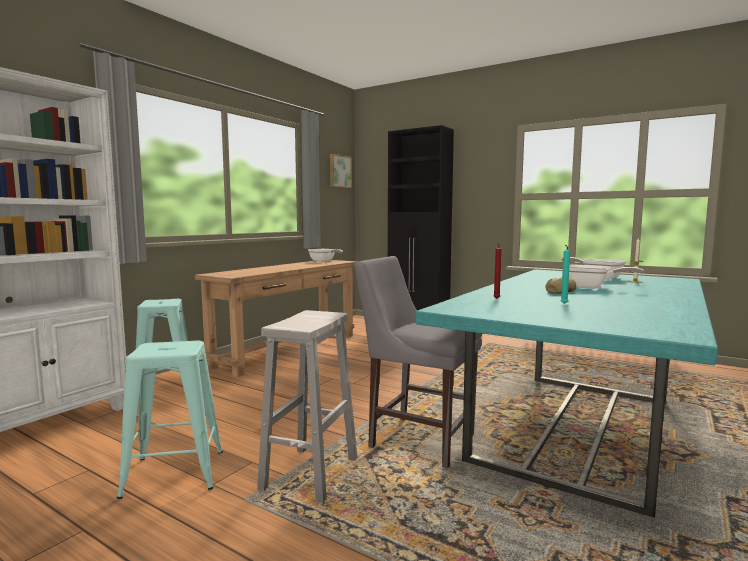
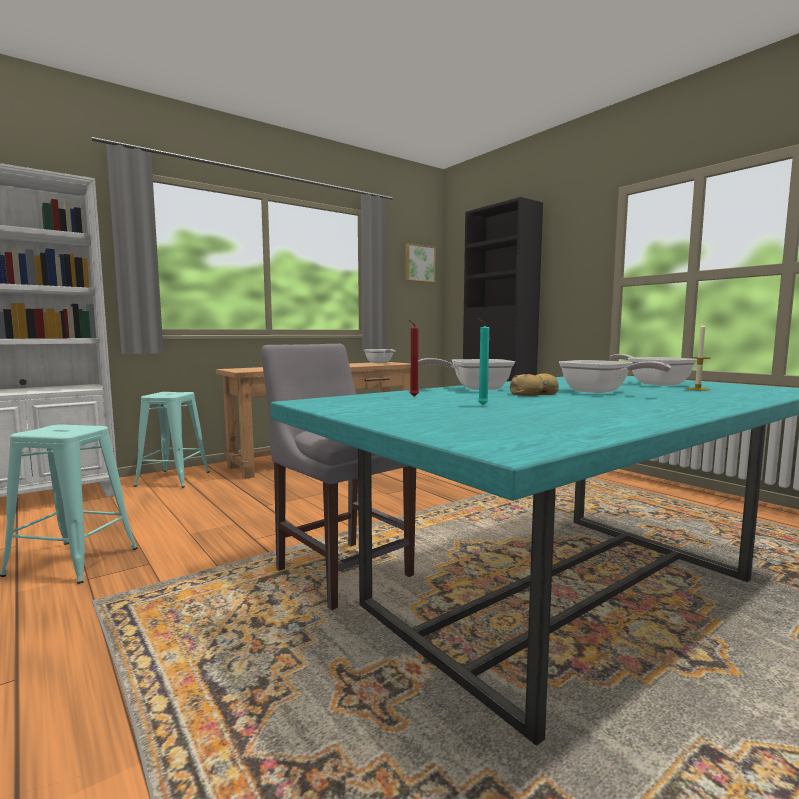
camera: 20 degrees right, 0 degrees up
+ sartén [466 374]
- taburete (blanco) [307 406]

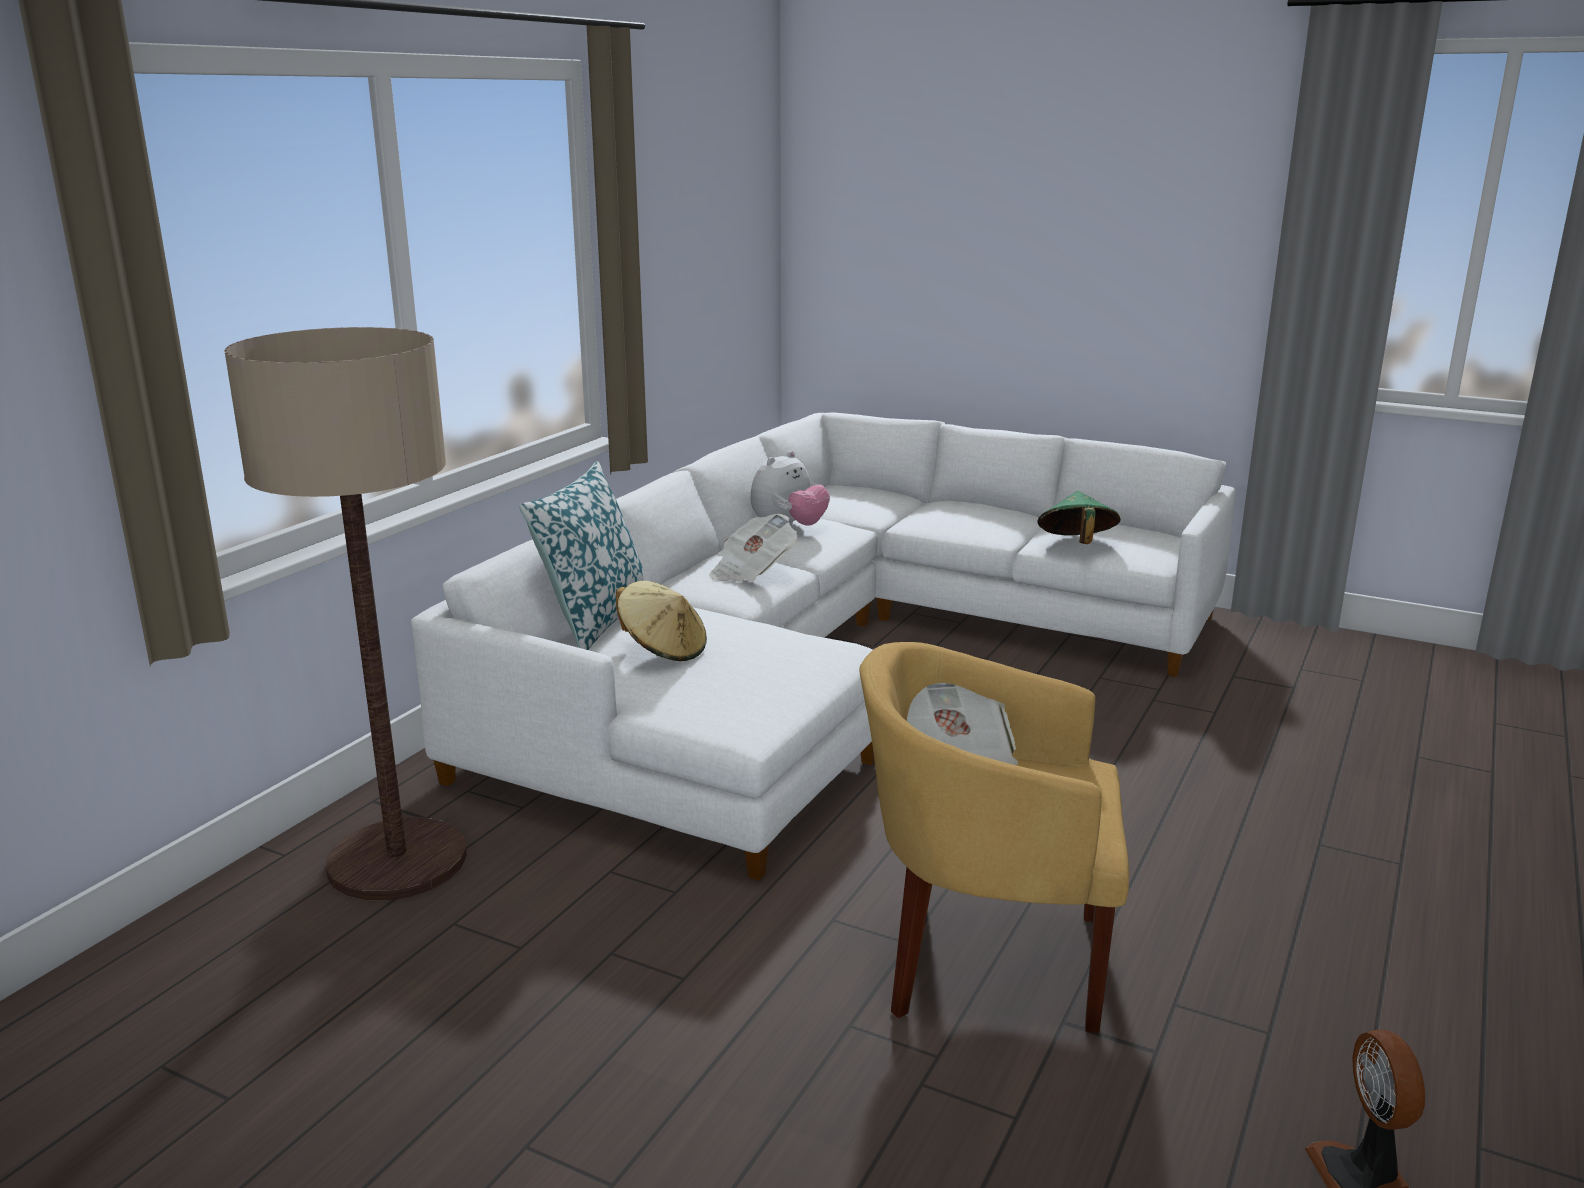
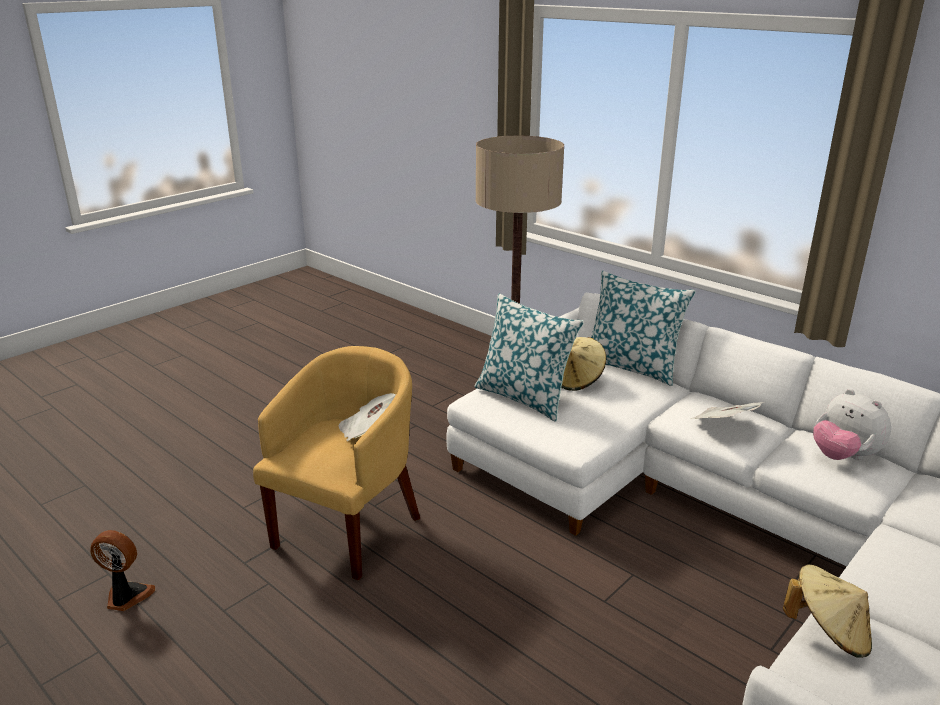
camera: 105 degrees right, 5 degrees up
+ cojín [529 358]
~ sombrero (verde) [1079 517] to sombrero (beis) [827 611]

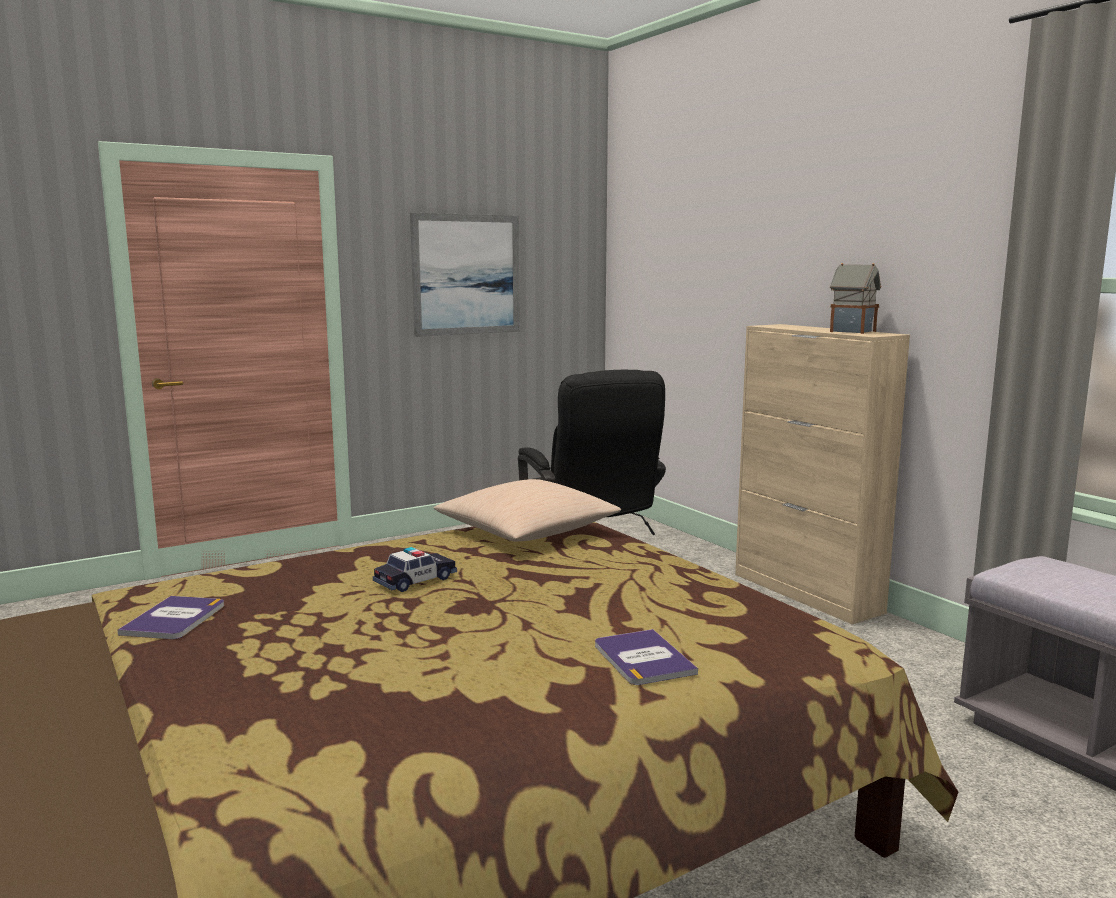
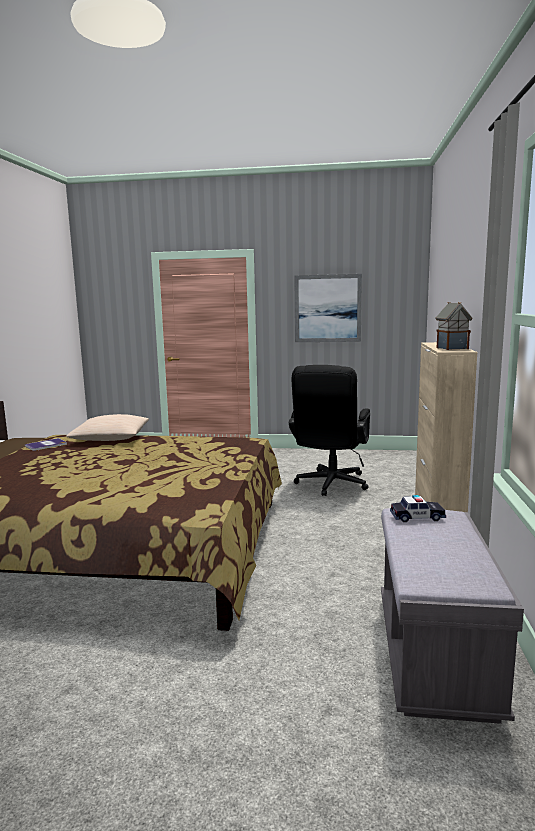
camera: 40 degrees right, 0 degrees up
~ cojín (beis) [527 510] to [107 427]
~ coche de juguete [415 569] to [418 508]
- libro [646 657]

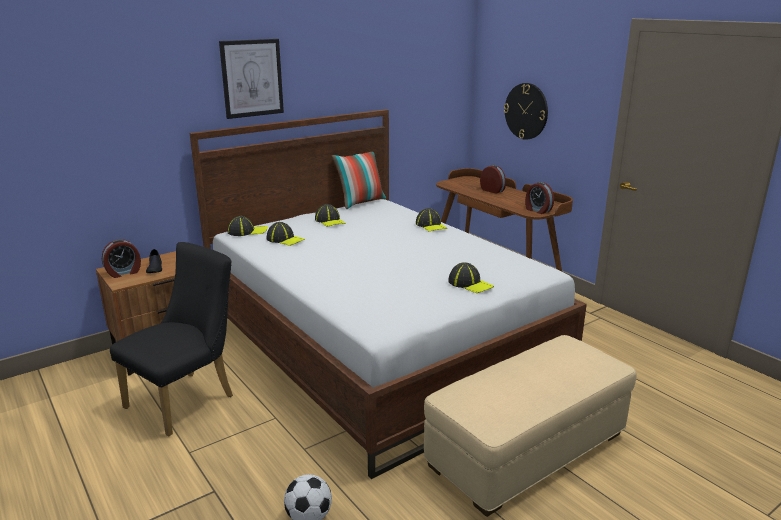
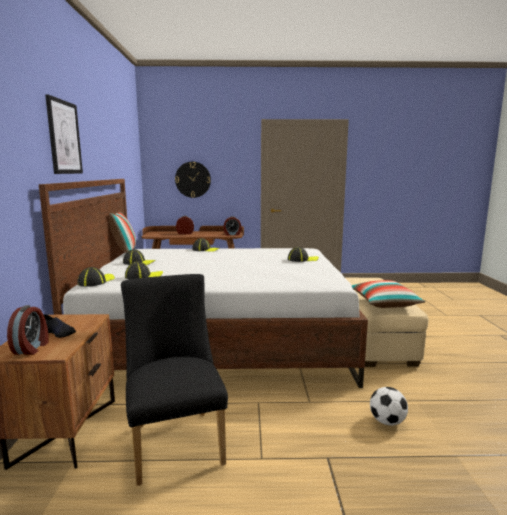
camera: 55 degrees left, 10 degrees down
+ cojín [388 294]

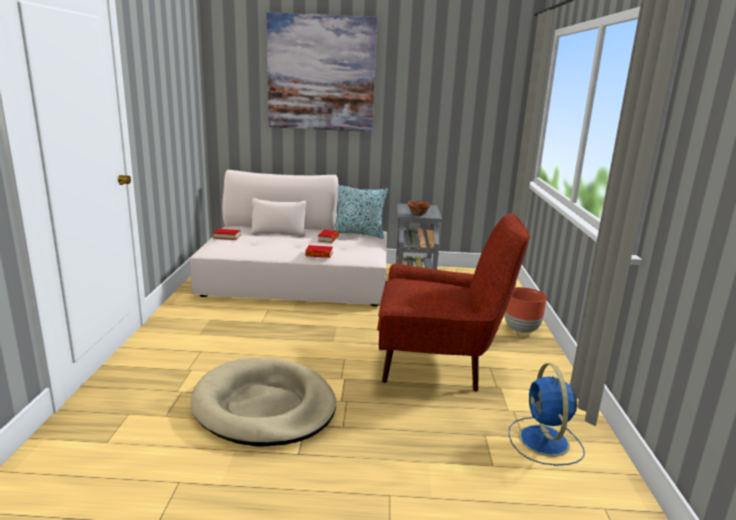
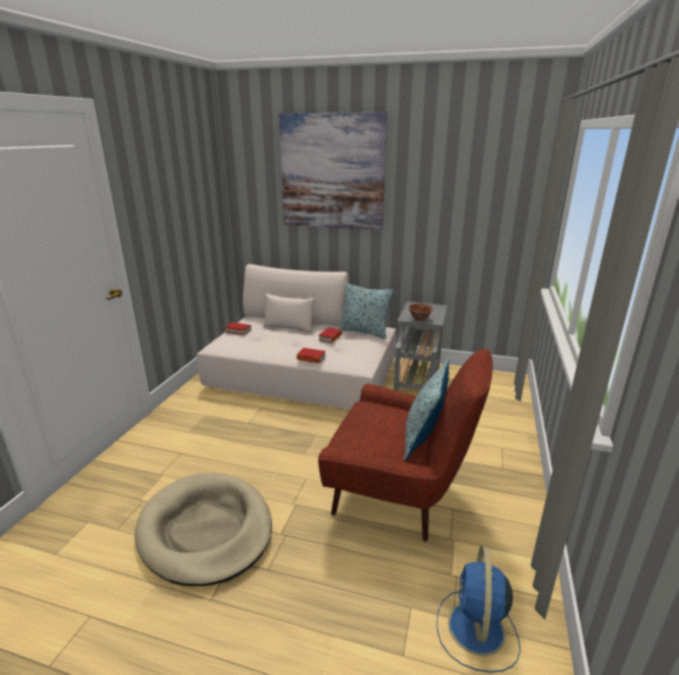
camera: 15 degrees right, 5 degrees up
+ cojín [426 410]
- maceta (marrón) [525 310]

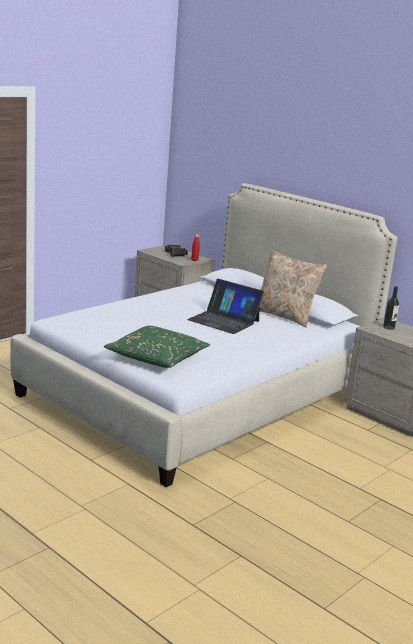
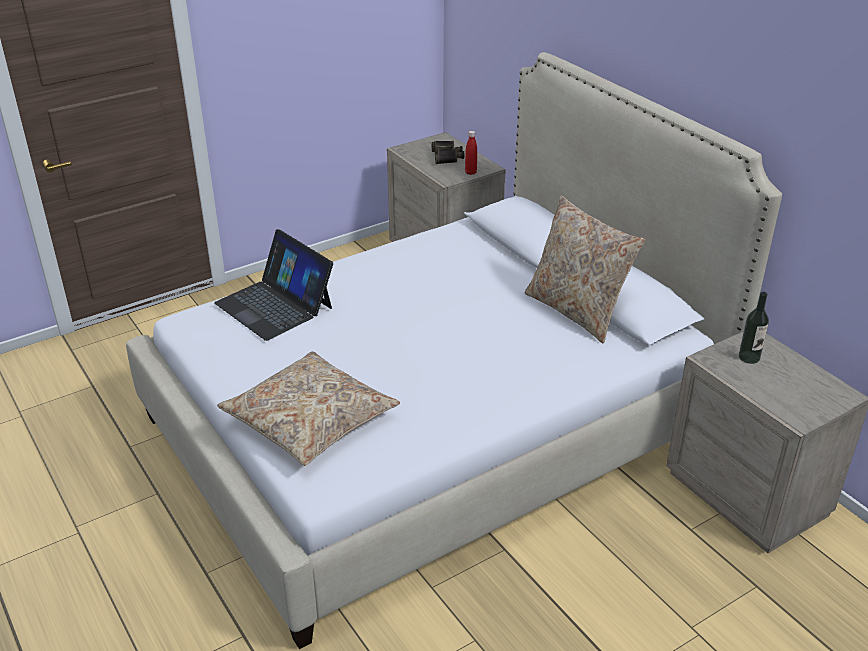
camera: 15 degrees right, 15 degrees up
~ portátil [225 306] to [273 285]
~ cojín (verde) [157 347] to cojín (beis) [308 408]

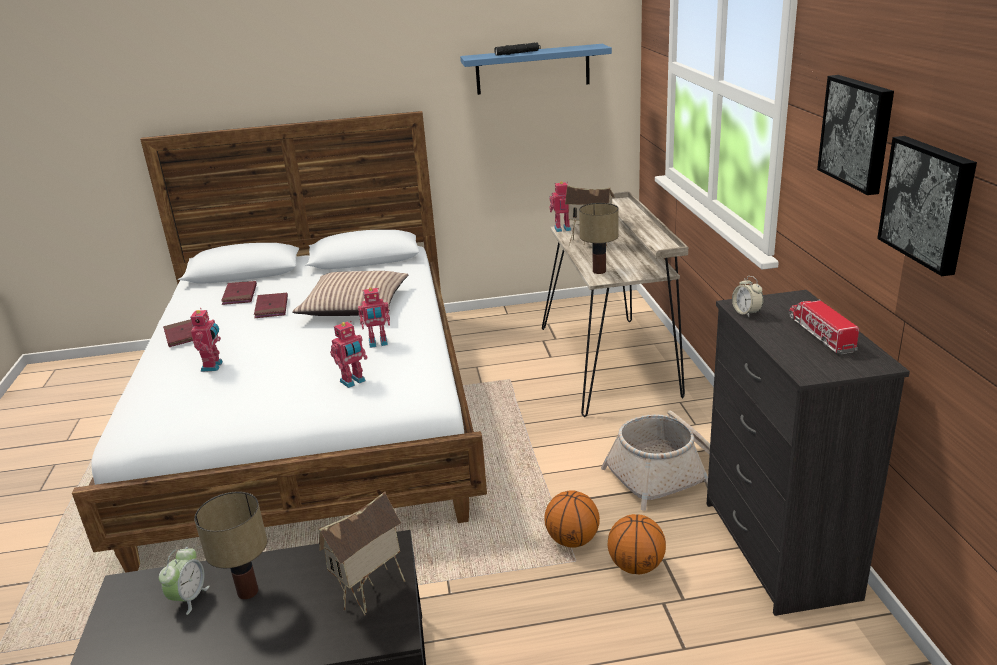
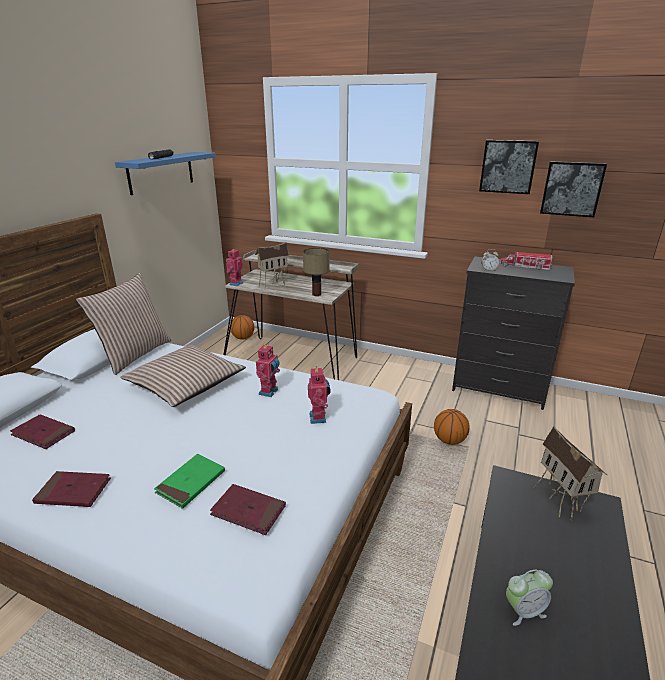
camera: 60 degrees left, 0 degrees up
+ cojín [124 324]
~ robot de juguete [206 340] to libro (verde) [189 481]
~ libro (rojo) [271 305] to [248 509]
~ balón de baloncesto [637 544] to [243 327]
~ despertador [184 581] = [529 598] 120 degrees clockwise
- lámpara de mesa [230 545]
- cesta [655 460]

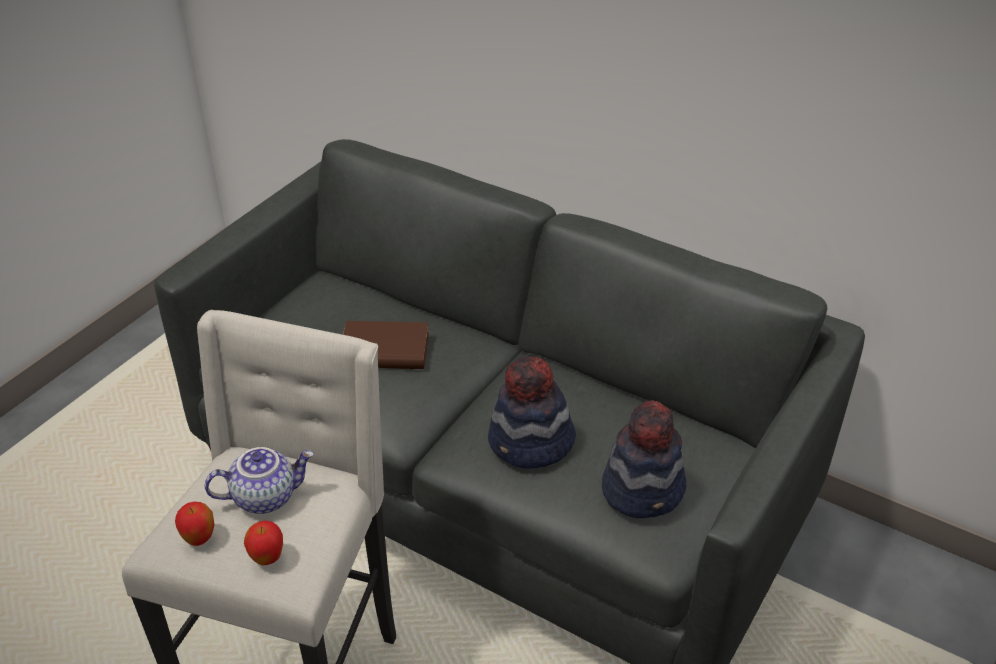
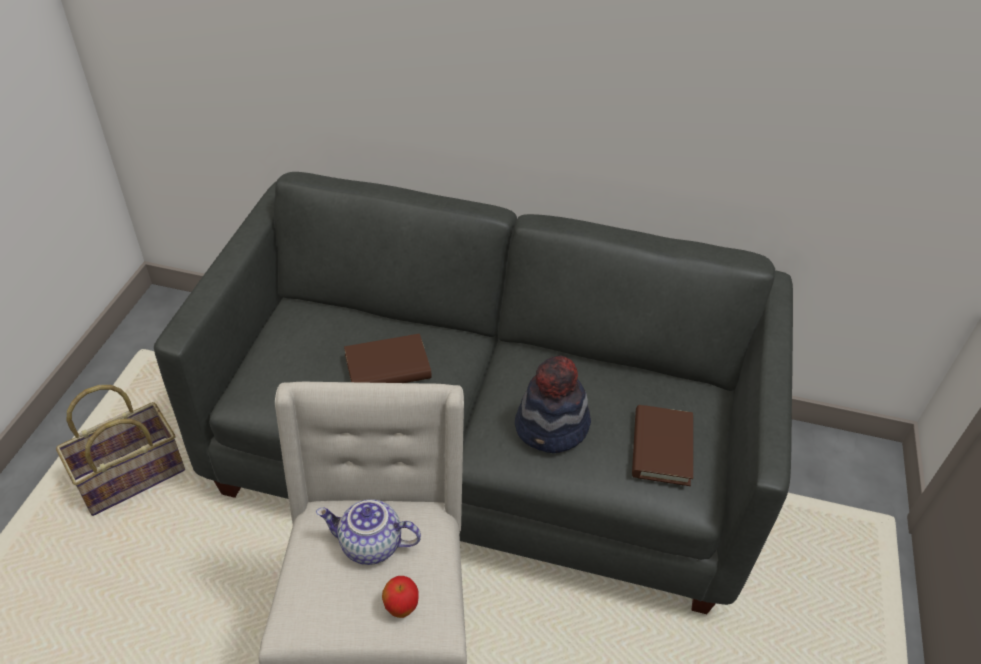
camera: 20 degrees left, 5 degrees up
+ cesta [120 450]
~ tetera [259 480] = [368 532] 135 degrees counterclockwise
~ sombrero [644 459] to libro (marrón) [662 445]
- manzana [194 524]

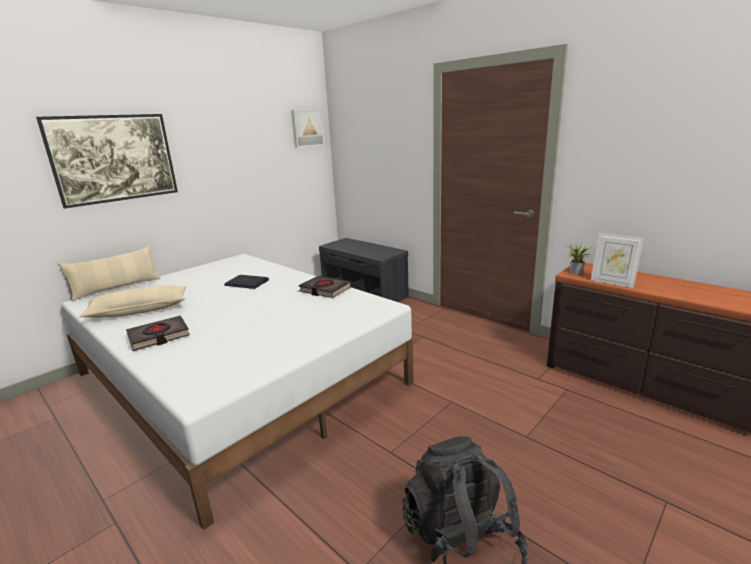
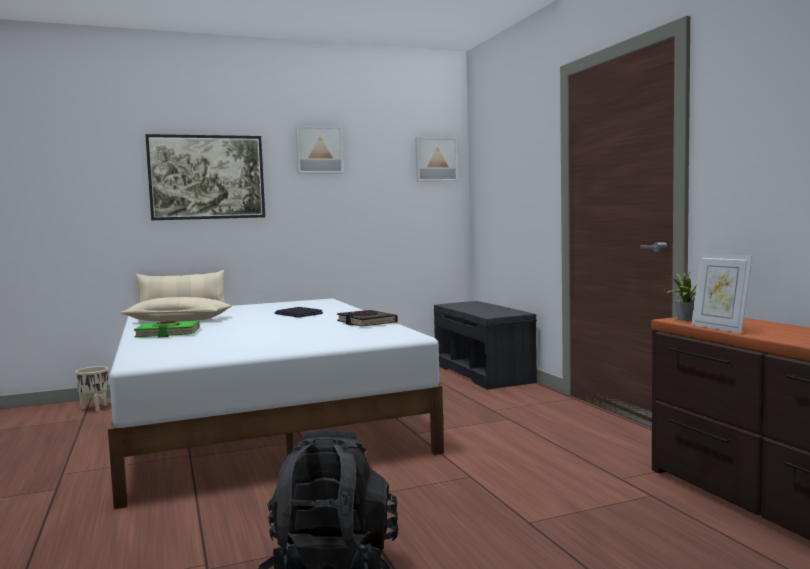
camera: 25 degrees right, 15 degrees down
+ maceta (beis) [92 388]
~ libro (negro) [158 333] to libro (verde) [167 329]
+ cuadro [319 149]

